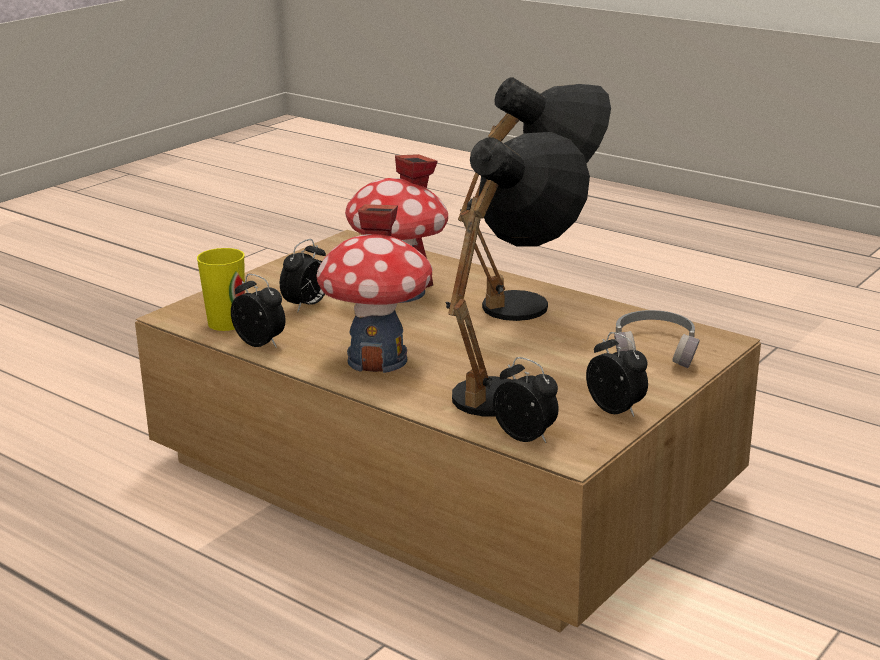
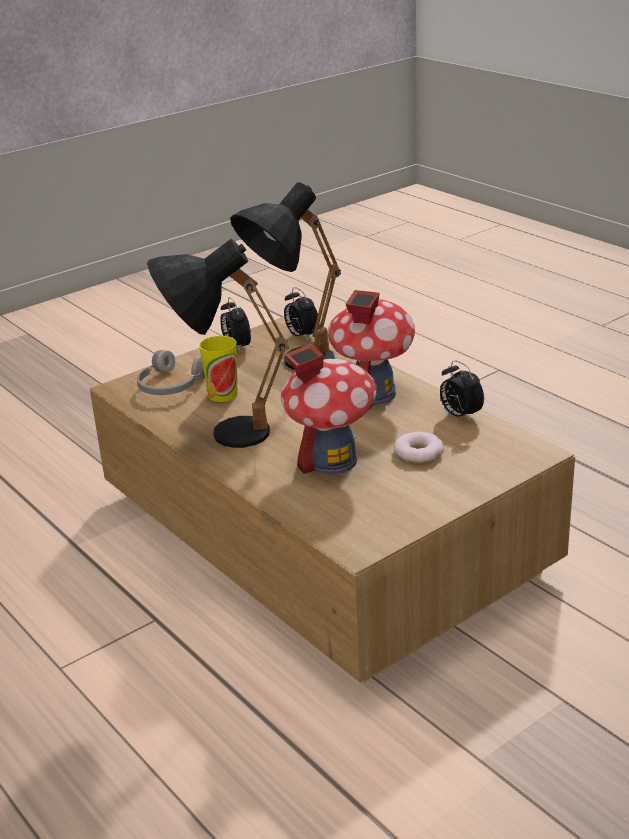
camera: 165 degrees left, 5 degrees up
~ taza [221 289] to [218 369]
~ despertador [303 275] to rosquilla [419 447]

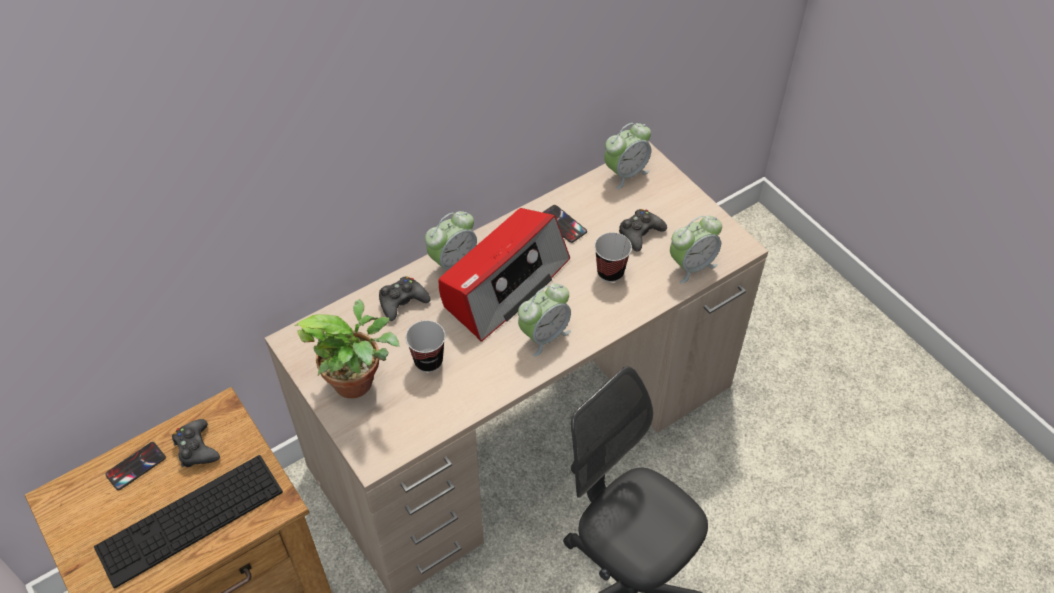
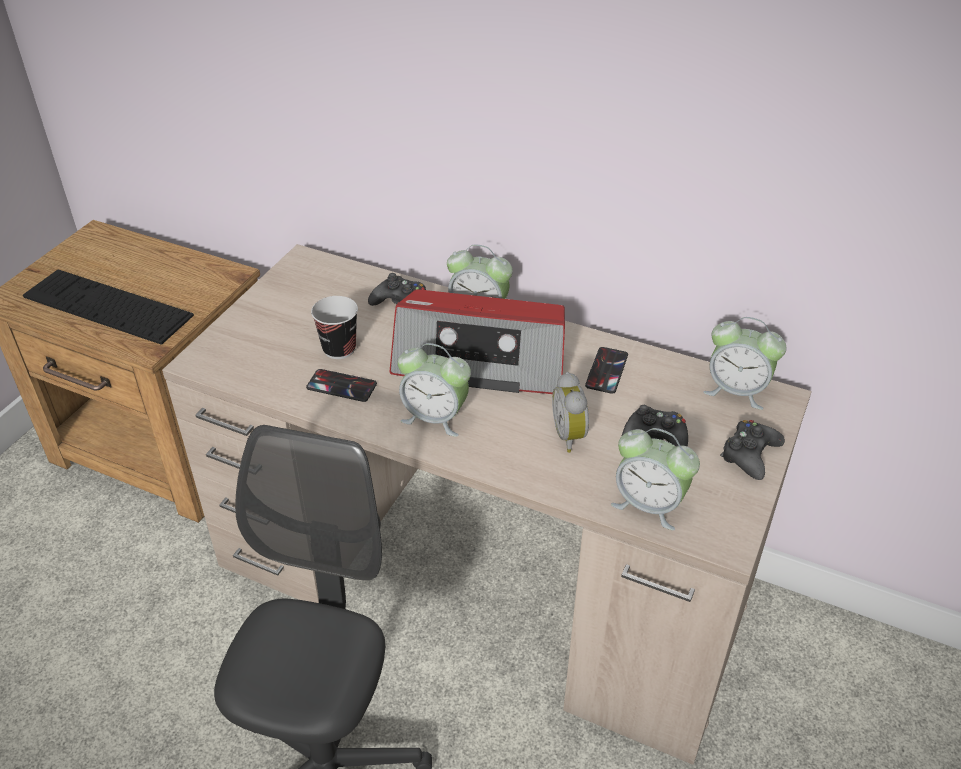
camera: 60 degrees right, 10 degrees down
~ móvil [135 466] to [341 385]
~ taza [613 257] to despertador [570 412]
~ mando de consola (negro) [196 443] to [752 450]
- planta en maceta [347 349]

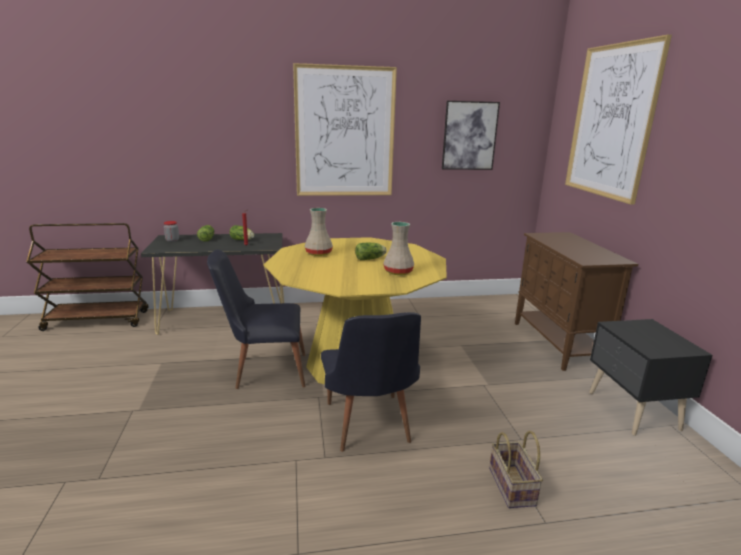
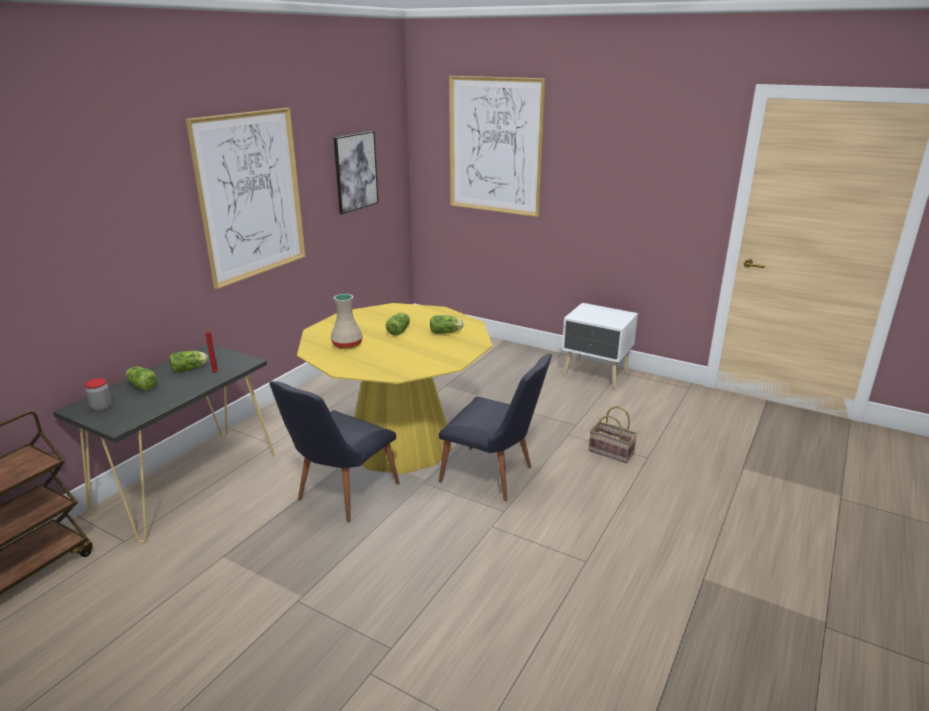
camera: 50 degrees left, 5 degrees up
~ florero (beis) [398 248] to lechuga [447 324]
~ mesita de noche (negro) [651 377] to mesita de noche (blanco) [600 345]
- armario (marrón) [576 301]

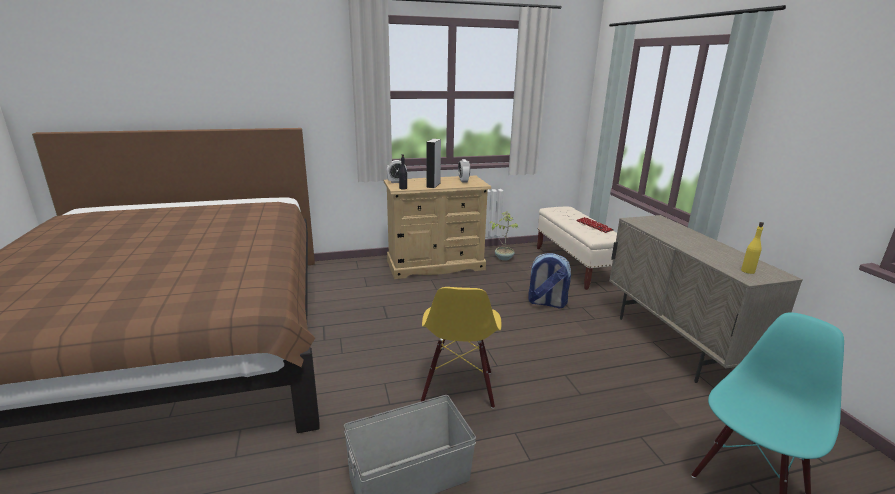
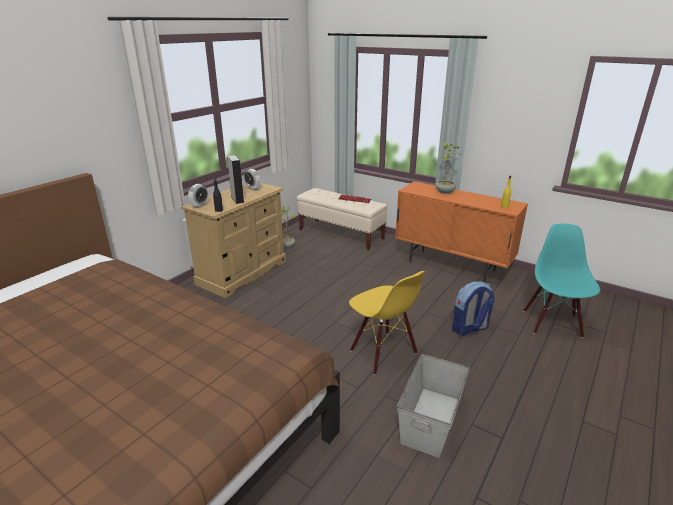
camera: 40 degrees left, 5 degrees up
~ armario (beis) [706 299] to armario (naranja) [461 232]
+ planta en maceta [448 168]
~ mochila [549 280] to [473 308]

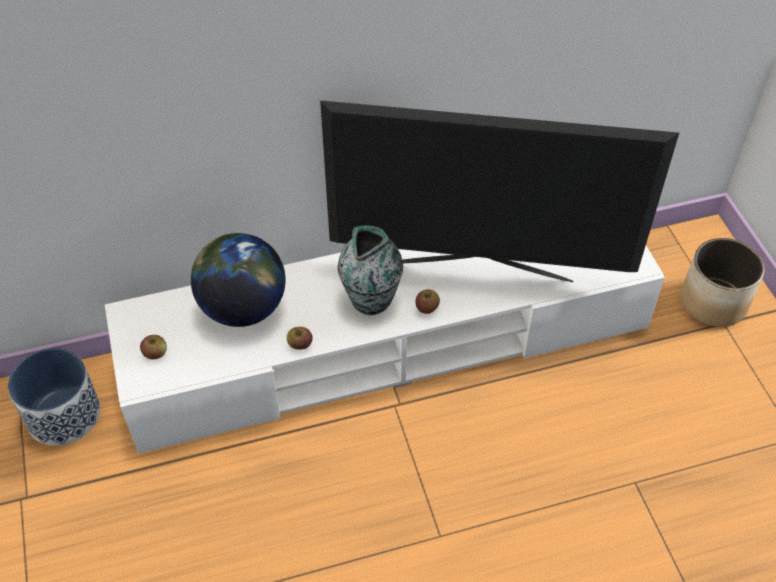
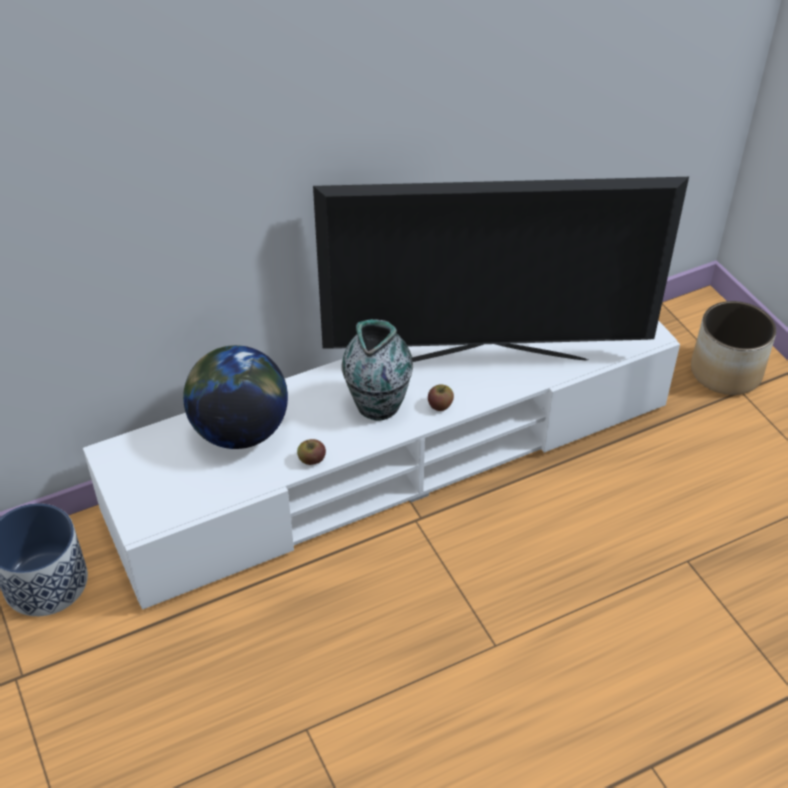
camera: 10 degrees left, 5 degrees down
- manzana [153 347]

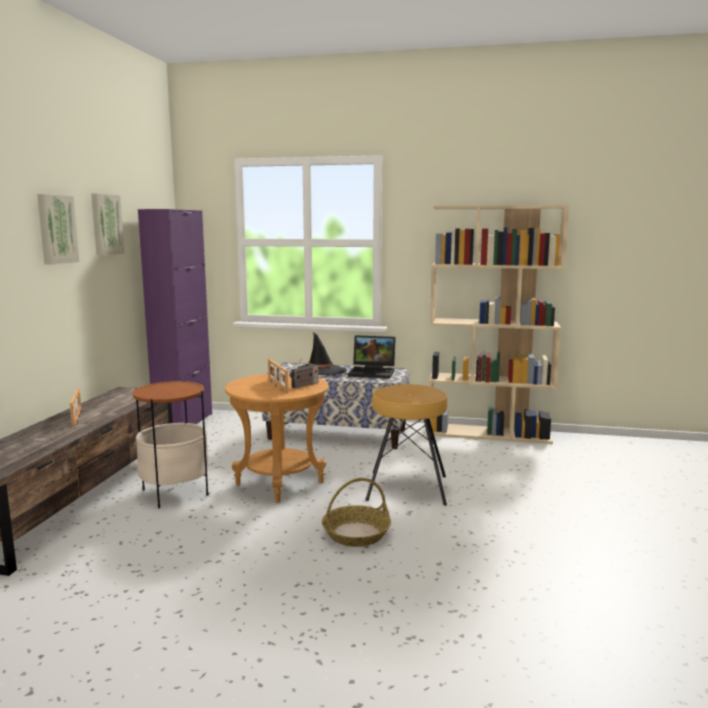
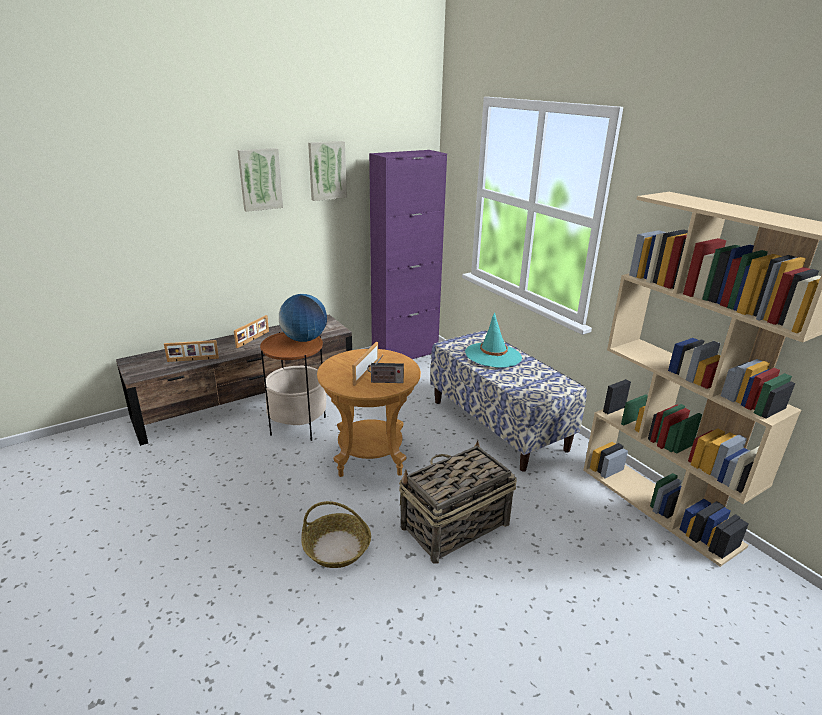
camera: 45 degrees right, 15 degrees up
+ portarretratos [191 351]
+ globo terráqueo [303 318]
~ taburete (marrón) [406 445] to cesta [458 502]
~ sombrero (negro) [322 353] to sombrero (turquesa) [493 340]
- portátil [372 357]

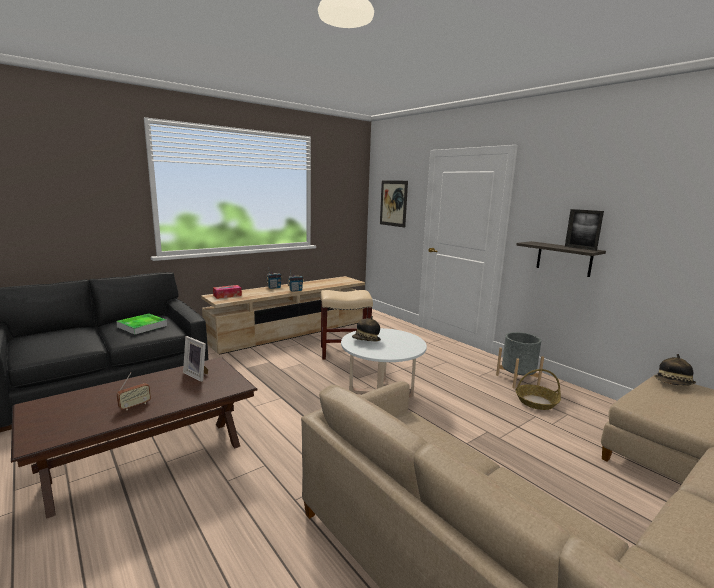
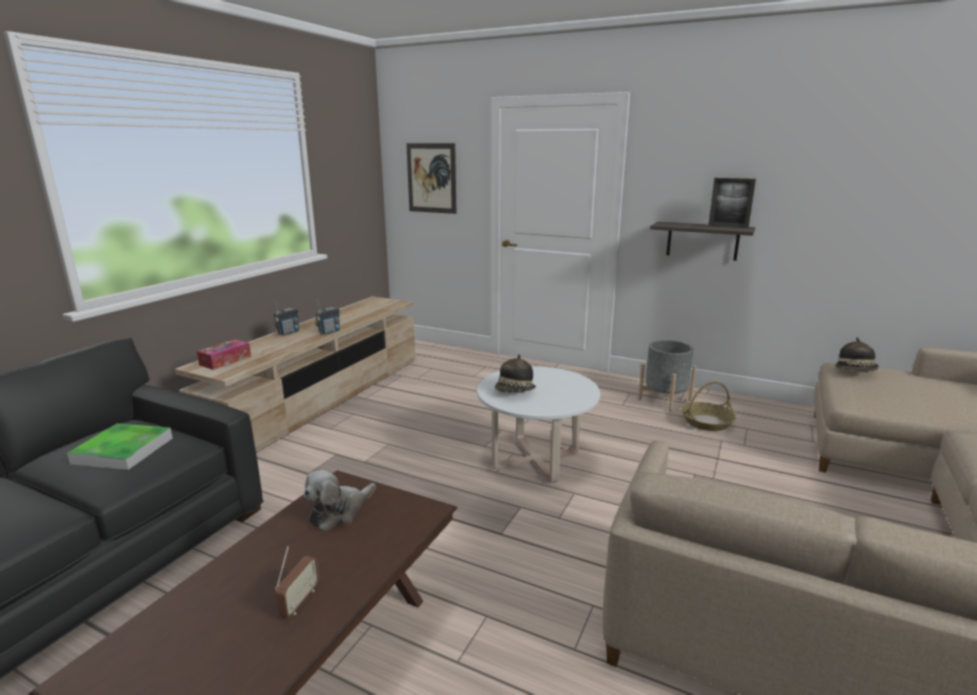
camera: 25 degrees left, 5 degrees up
~ portarretratos [195 359] to peluche [340 500]
- taburete (beis) [347 325]

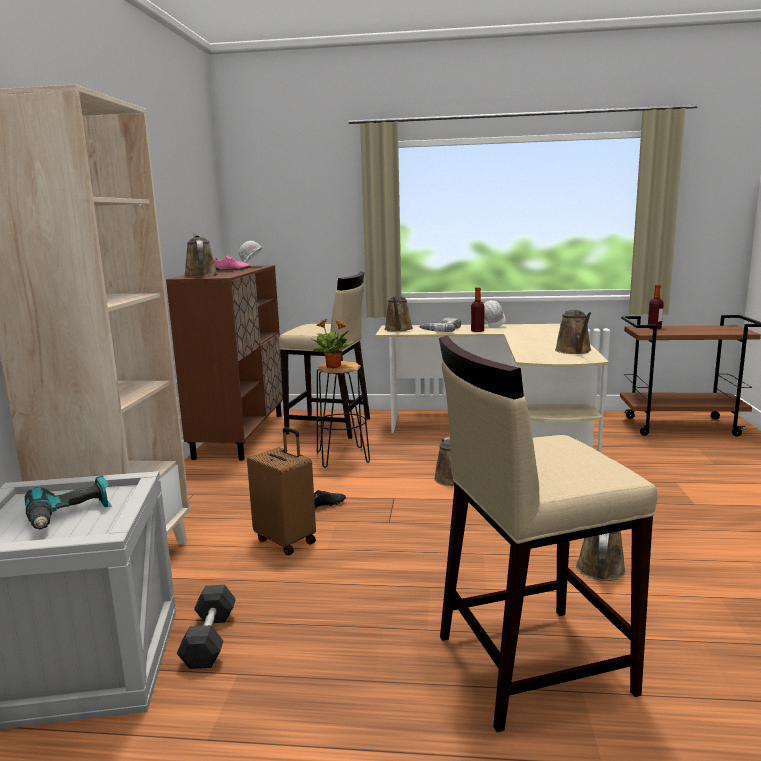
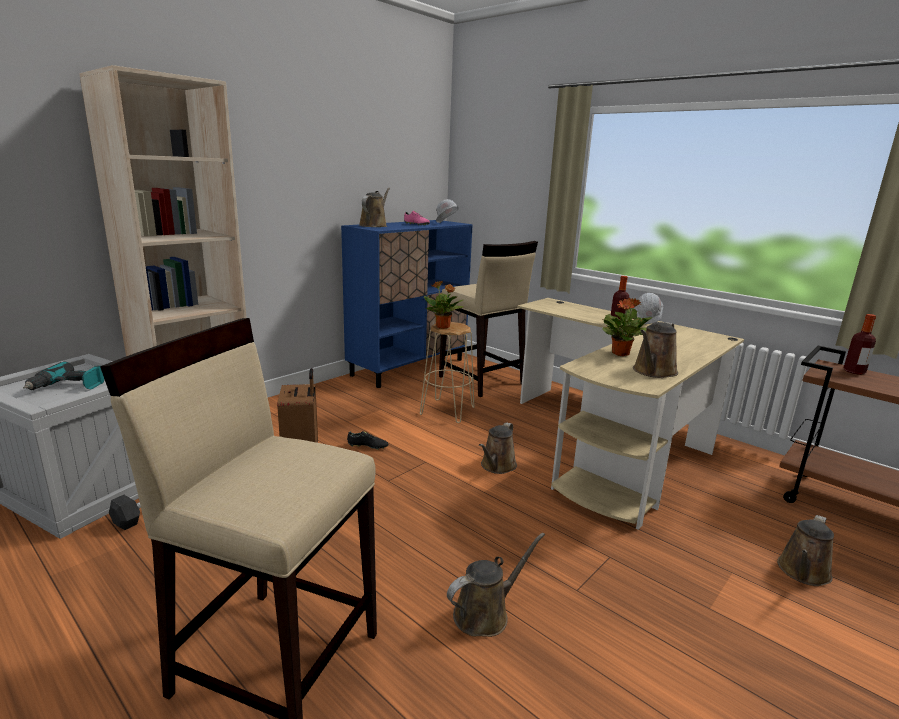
camera: 35 degrees right, 5 degrees up
~ armario (marrón) [224 363] to armario (azul) [407 304]
~ taburete (negro) [342 414] to taburete (beis) [447 372]
+ planta en maceta [627 327]
~ regadera (marrón) [398 314] to [805 550]
- taladro [440 325]

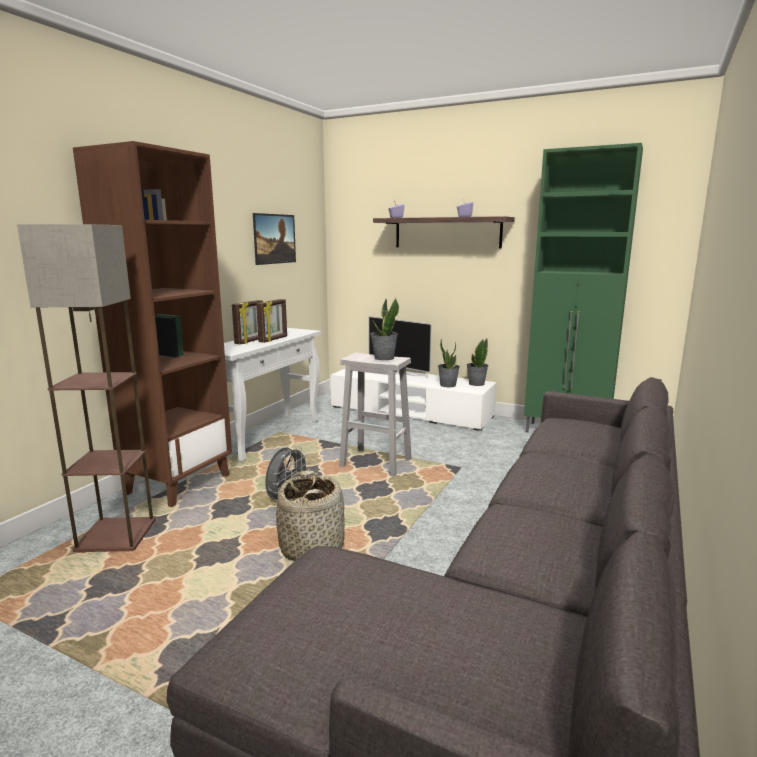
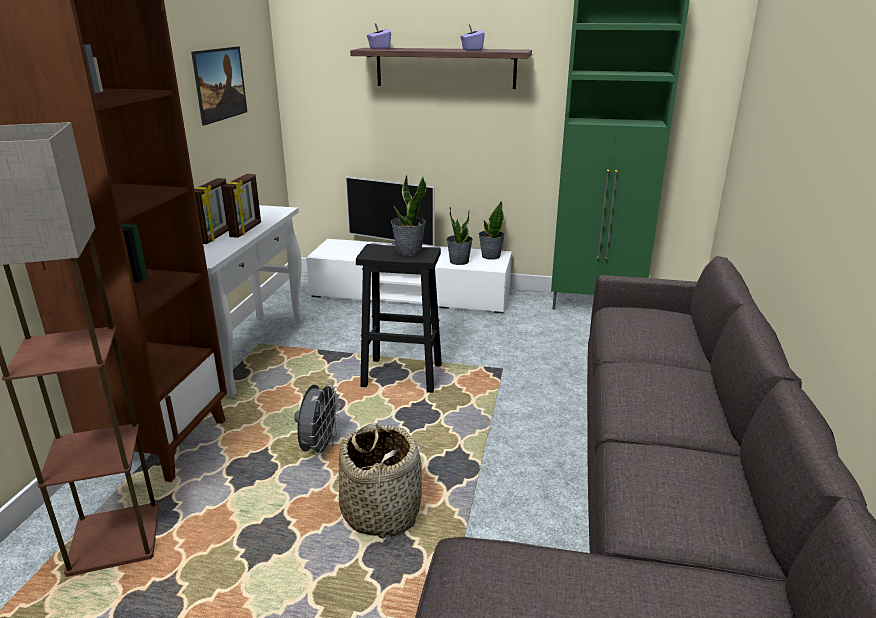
camera: 15 degrees left, 10 degrees up
~ taburete (blanco) [375 415] to taburete (negro) [399 318]

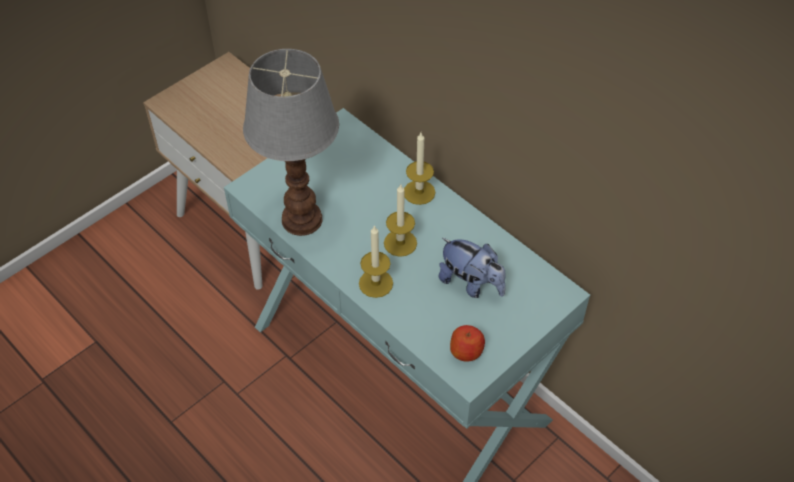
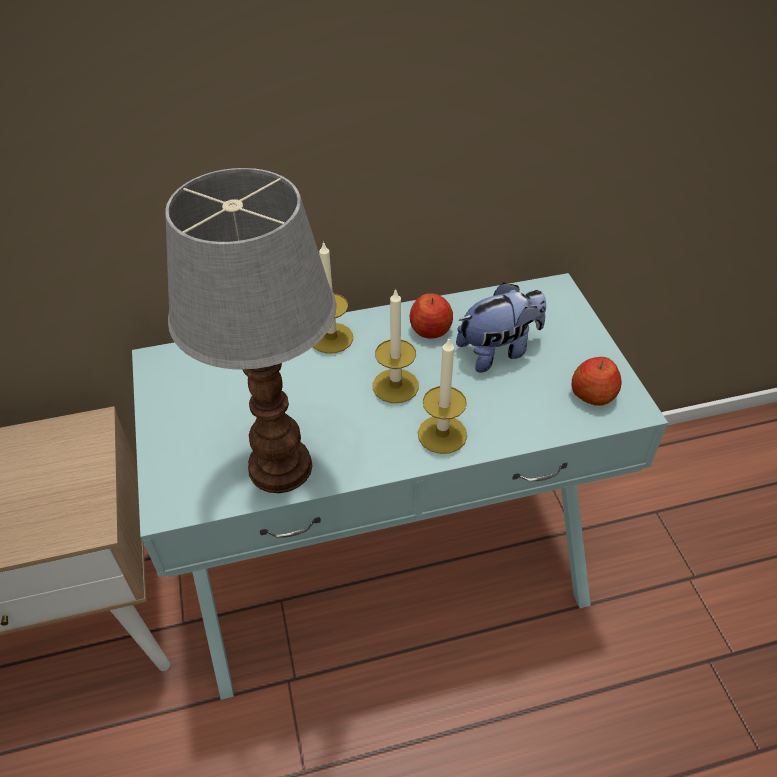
camera: 60 degrees left, 5 degrees down
+ manzana [431 316]

